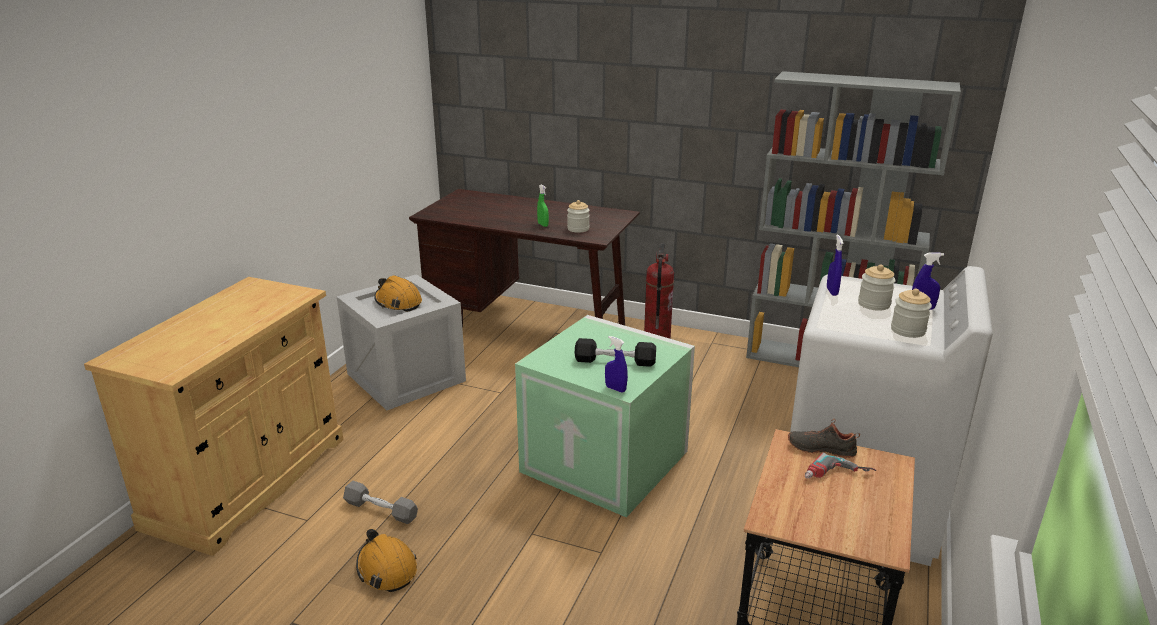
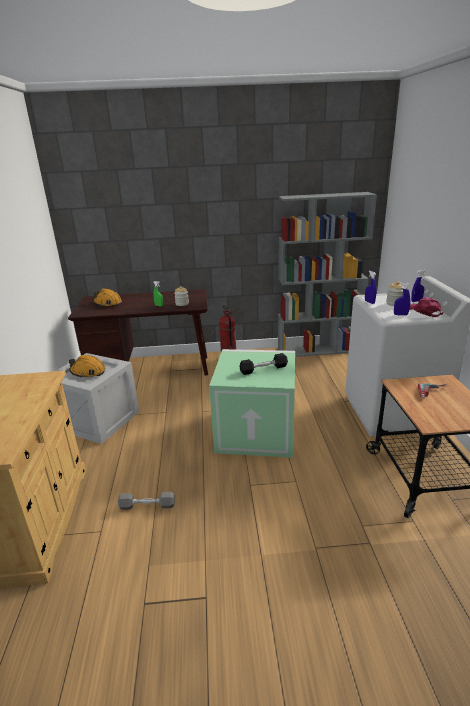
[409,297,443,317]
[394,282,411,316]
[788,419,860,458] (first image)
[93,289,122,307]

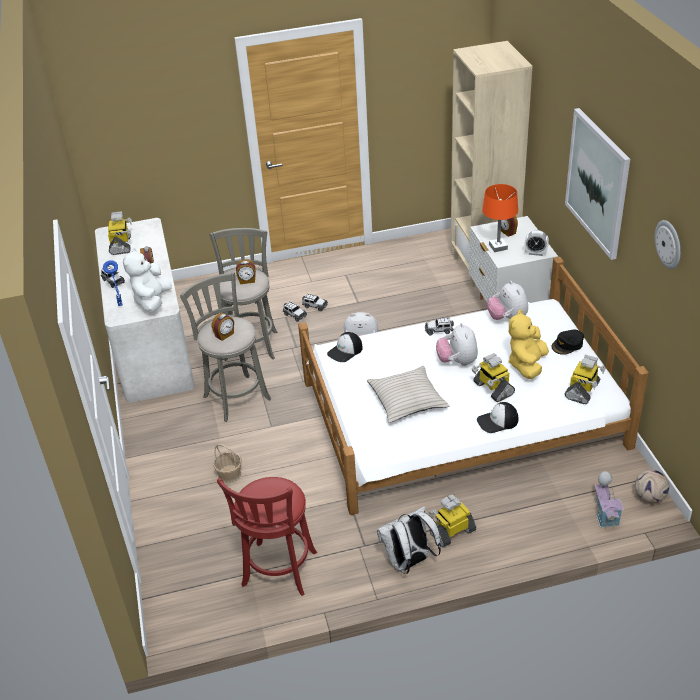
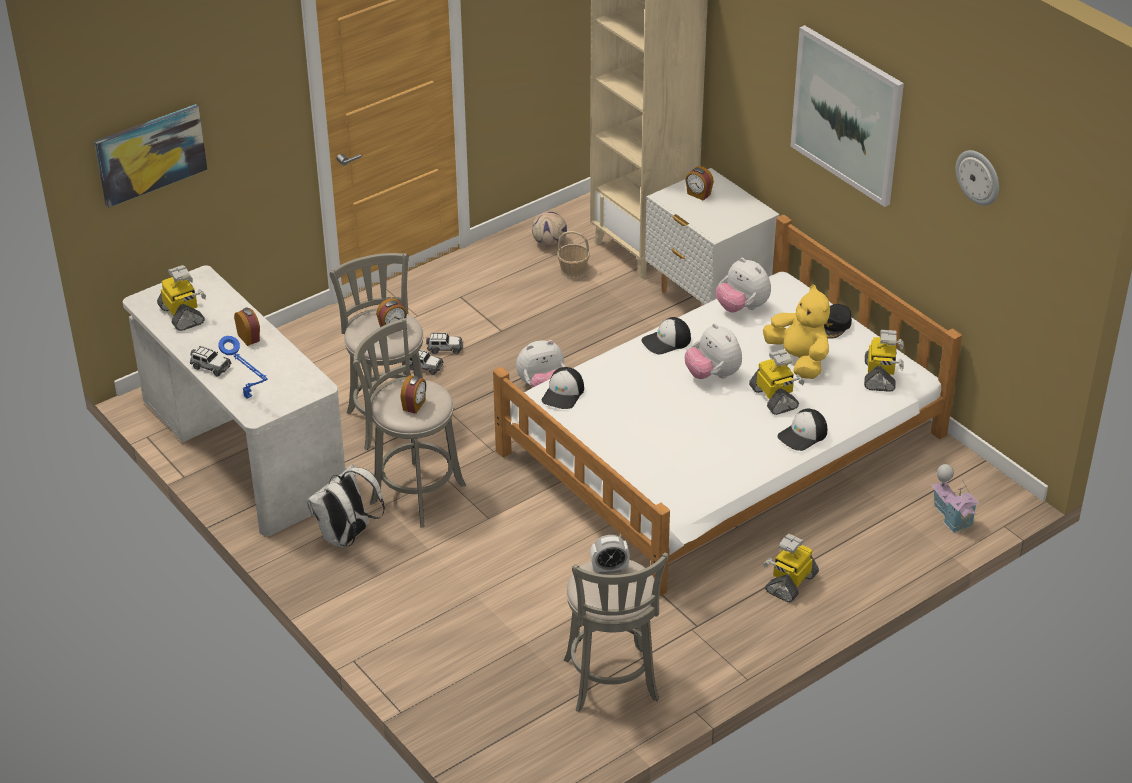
[482,184,518,252] (first image)
[590,535,630,574]
[123,248,172,312] (first image)
[763,285,830,379]
[642,317,691,355]
[749,349,804,415]
[367,366,450,423] (first image)
[557,231,590,279]
[532,212,567,247]
[563,553,669,712]
[307,464,385,548]
[94,104,208,208]

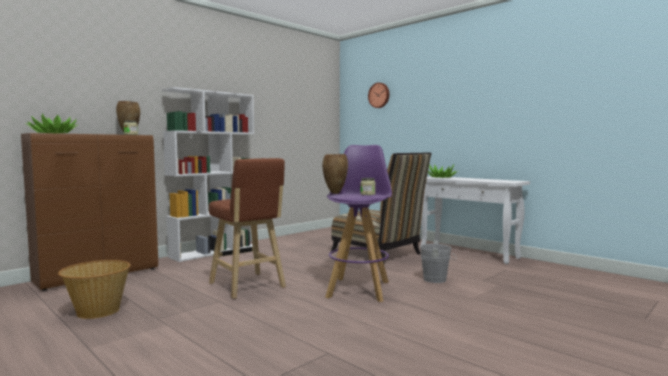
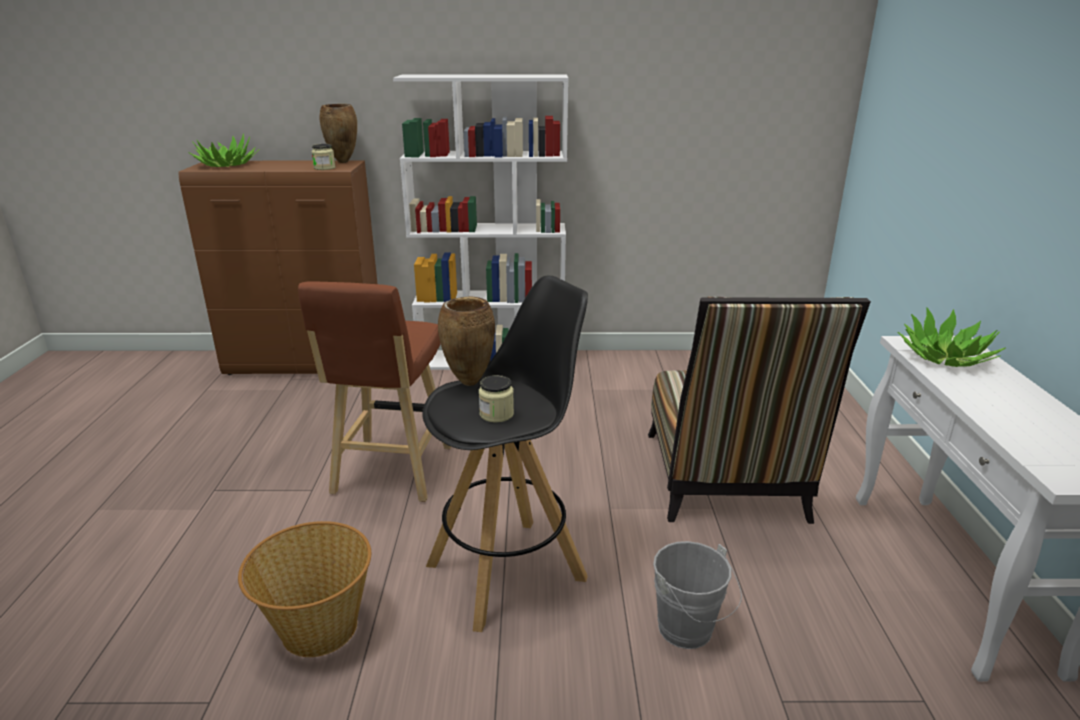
[368,83,389,108] (first image)
[422,276,588,632]
[238,521,371,657]

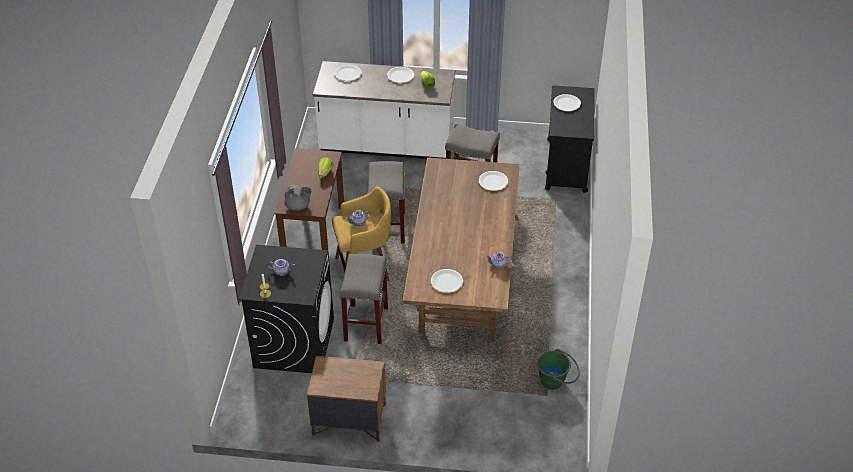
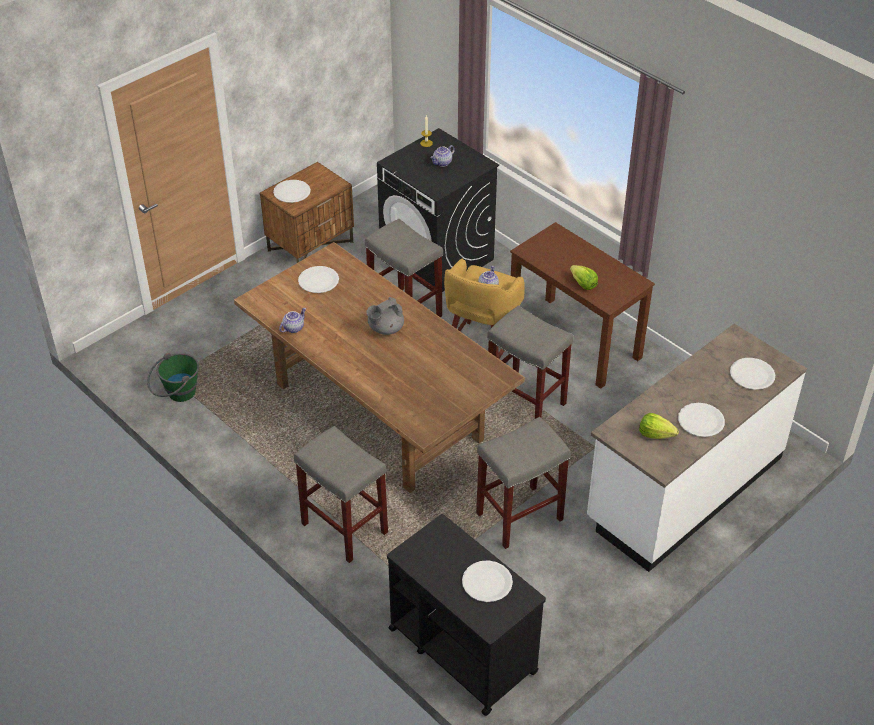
[273,180,311,203]
[366,297,404,335]
[294,426,388,563]

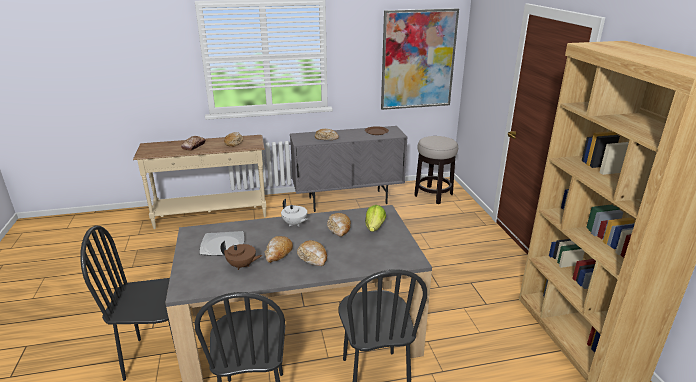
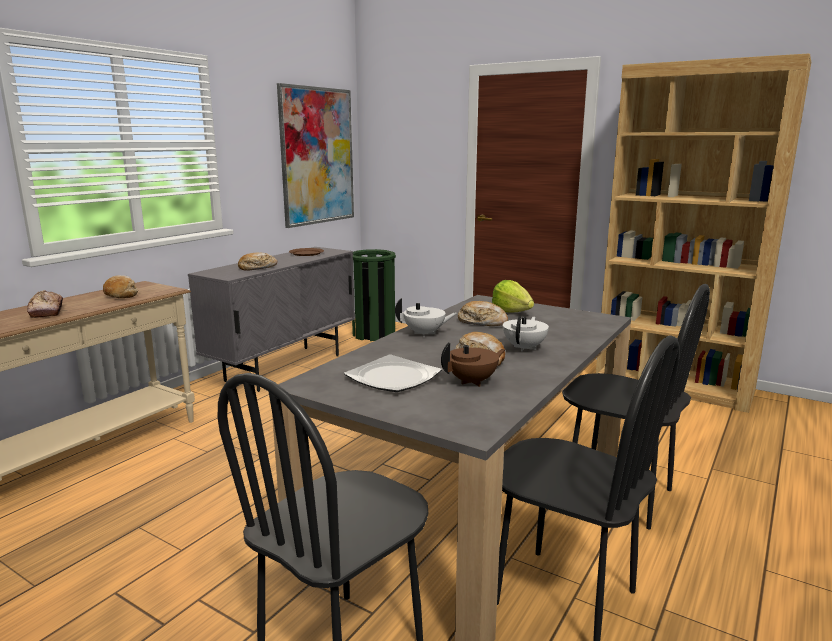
[352,249,396,341]
[503,316,549,351]

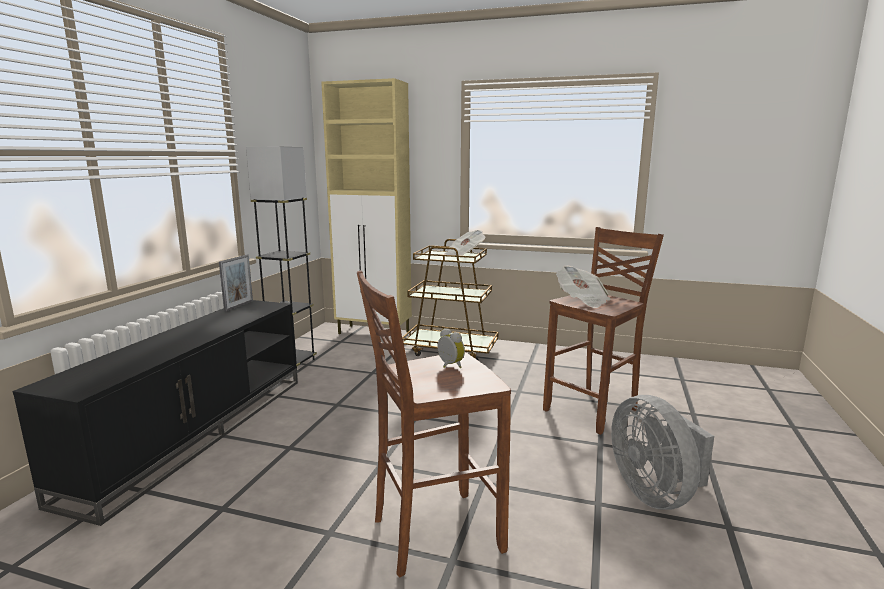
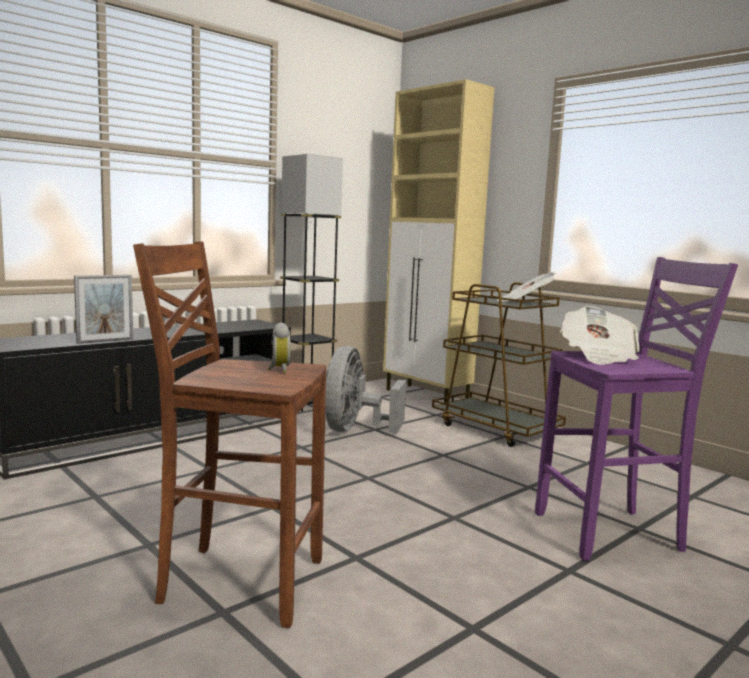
[535,257,738,561]
[74,275,133,344]
[325,346,406,434]

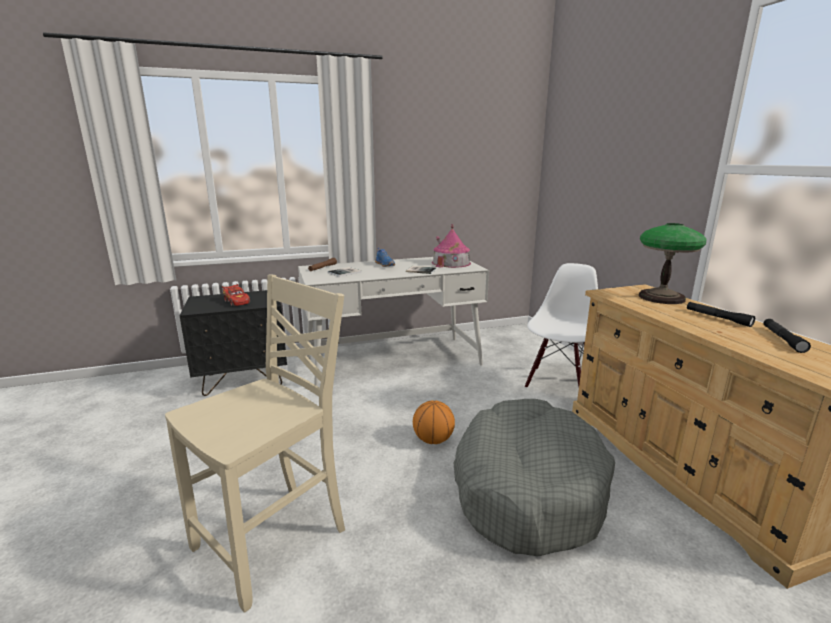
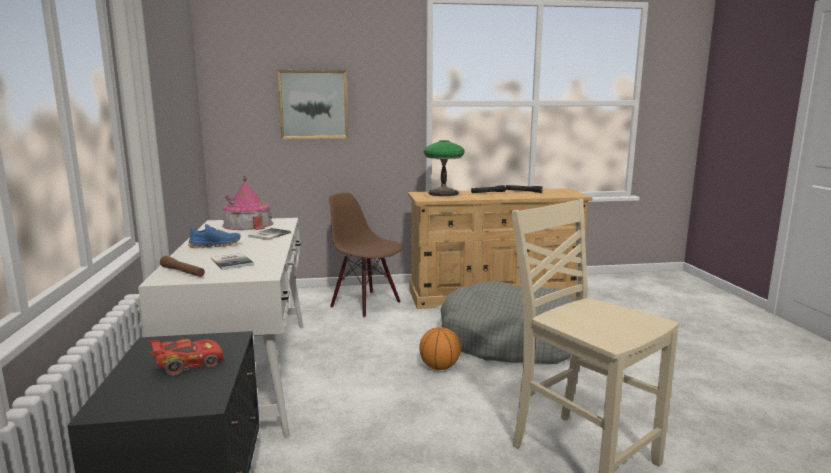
[329,192,403,317]
[278,70,348,139]

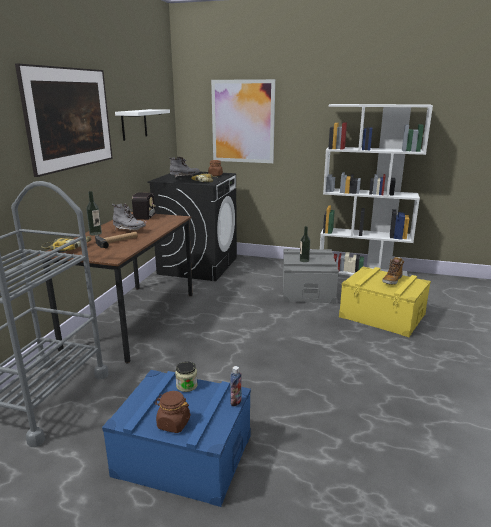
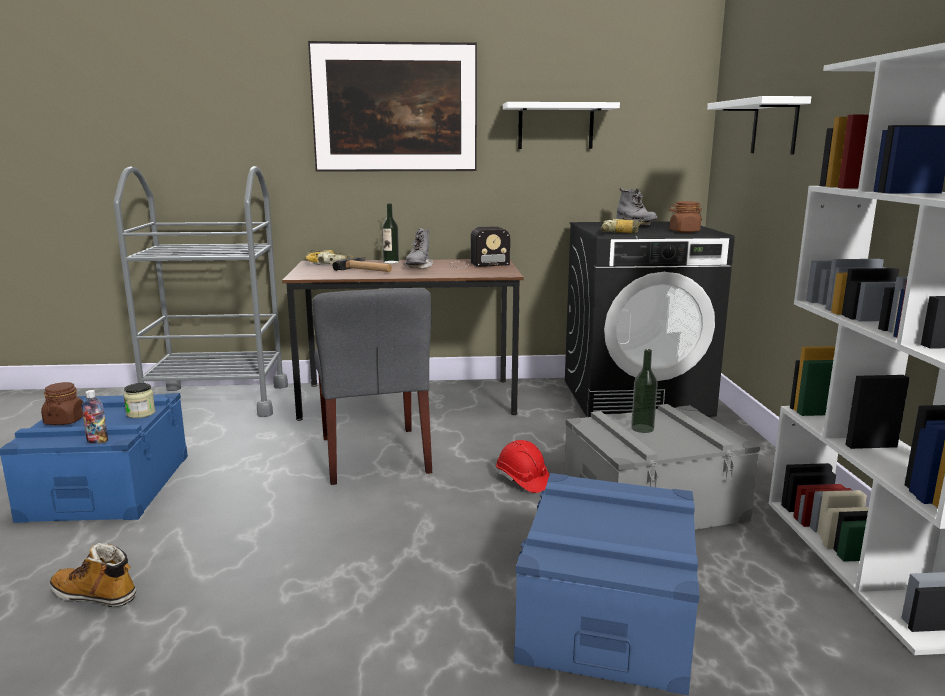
[707,96,811,154]
[49,543,136,607]
[514,473,700,696]
[312,288,432,485]
[496,440,549,493]

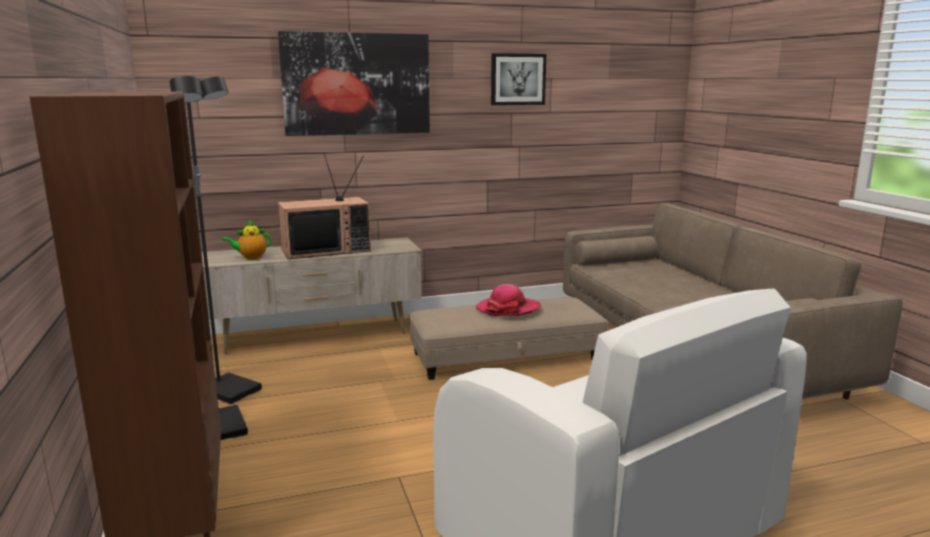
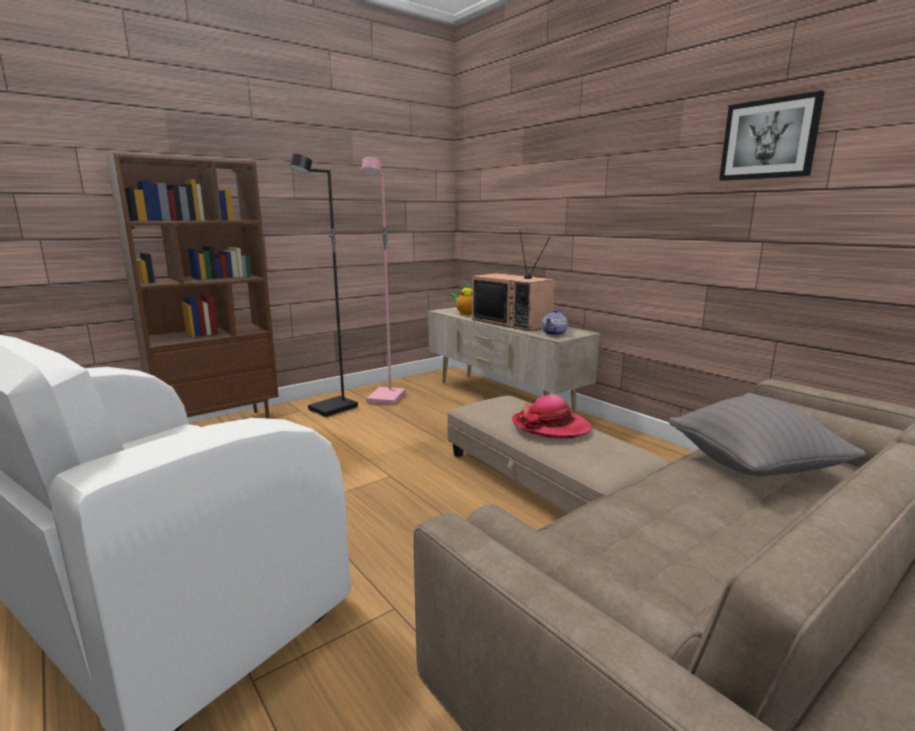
[278,31,430,136] (first image)
[362,157,406,405]
[542,309,568,336]
[669,395,866,476]

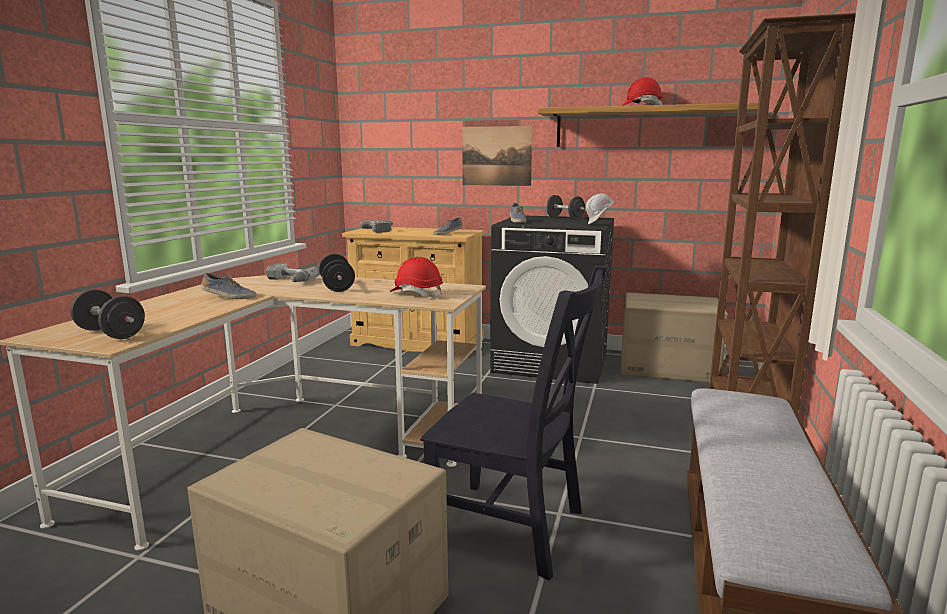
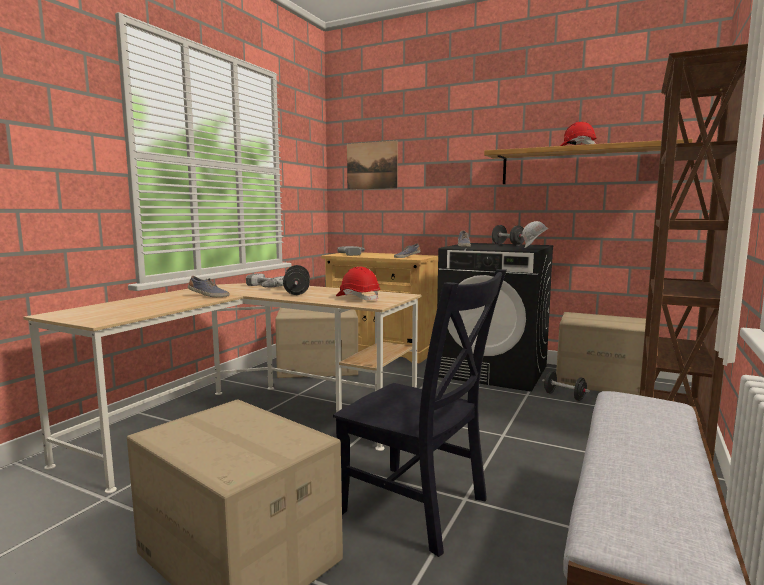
[347,140,398,190]
[542,371,590,401]
[275,308,358,378]

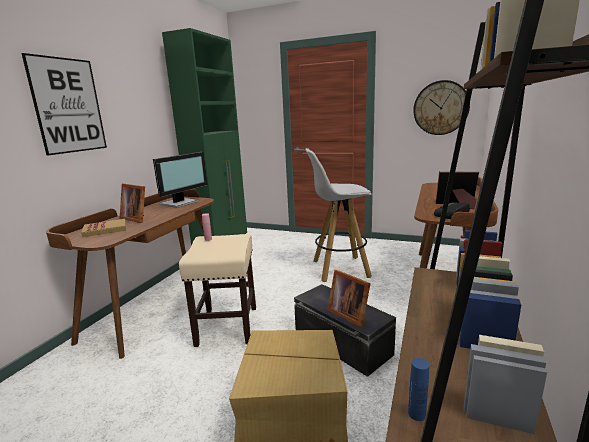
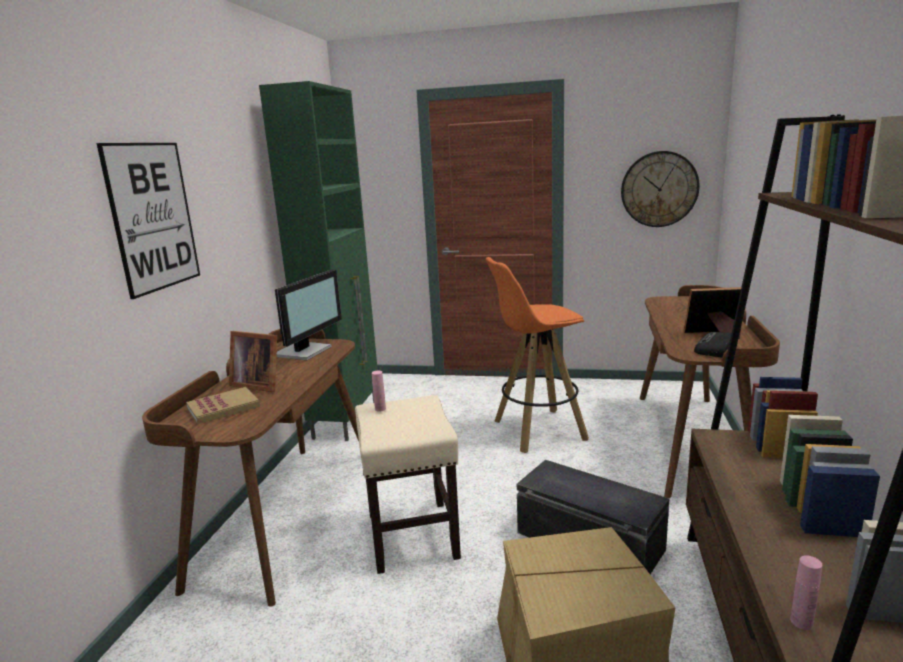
[486,257,589,453]
[327,270,371,327] (first image)
[790,555,822,630]

